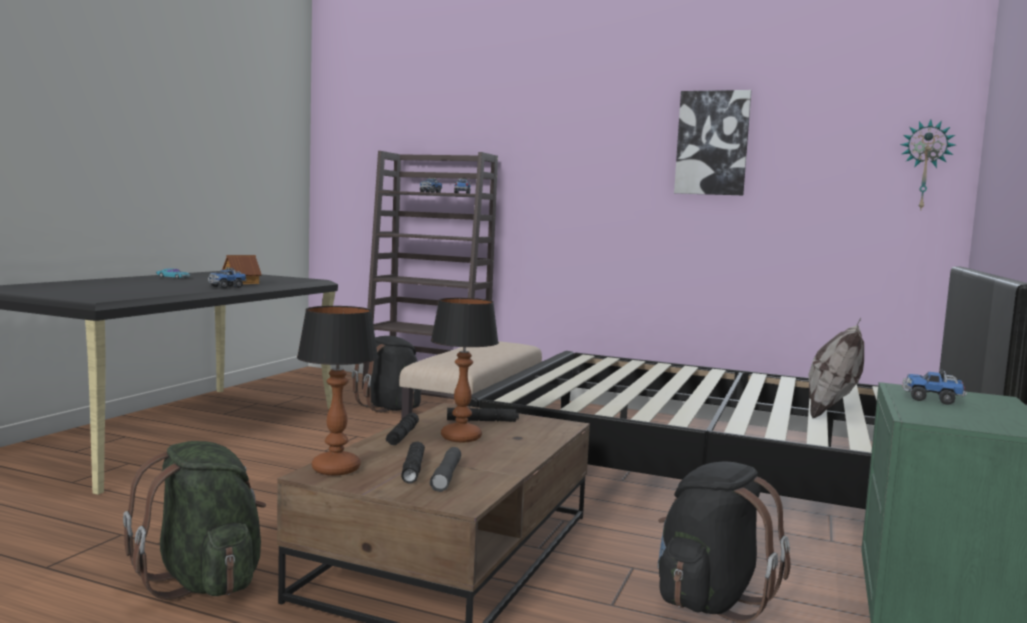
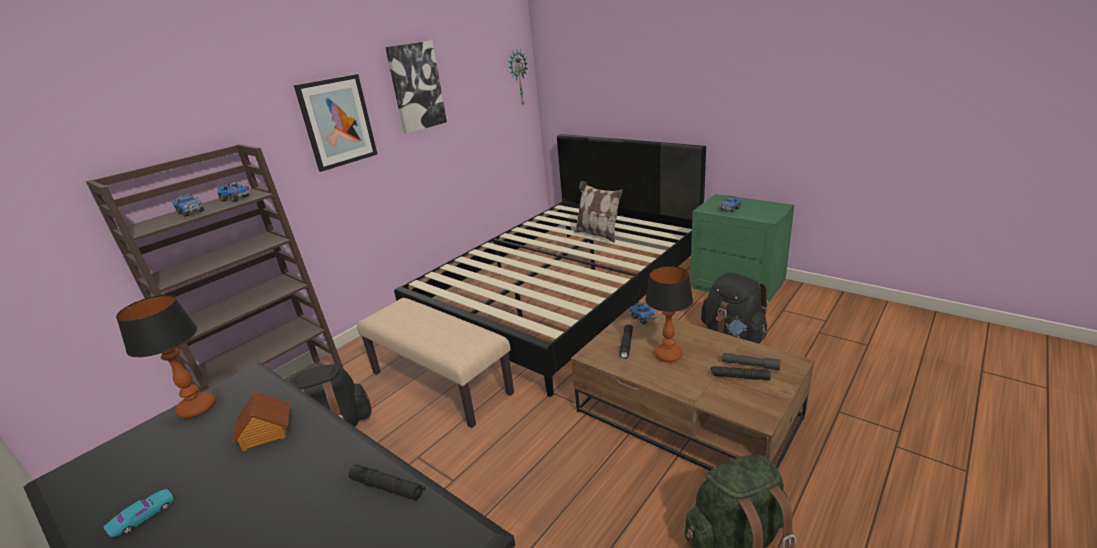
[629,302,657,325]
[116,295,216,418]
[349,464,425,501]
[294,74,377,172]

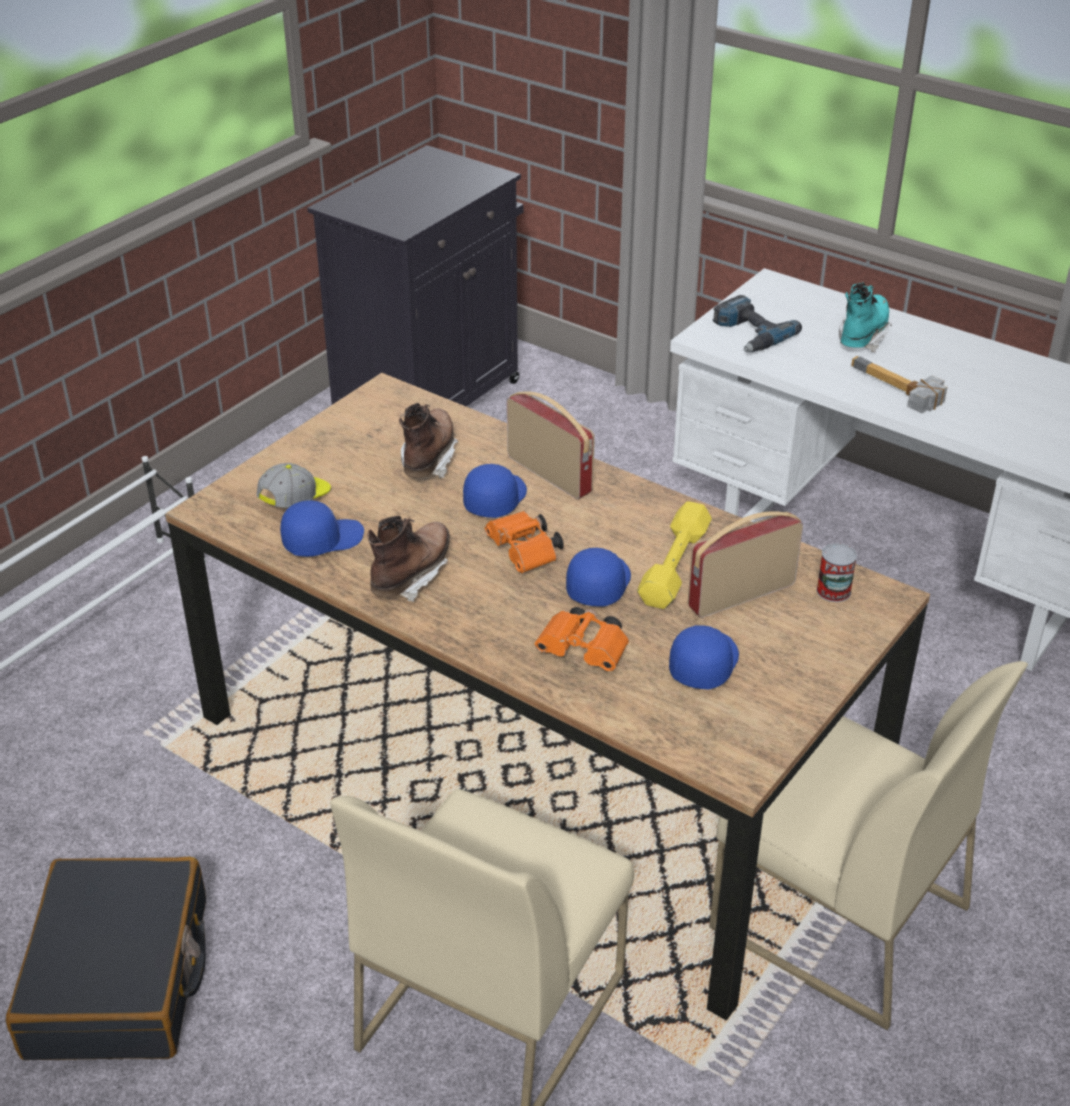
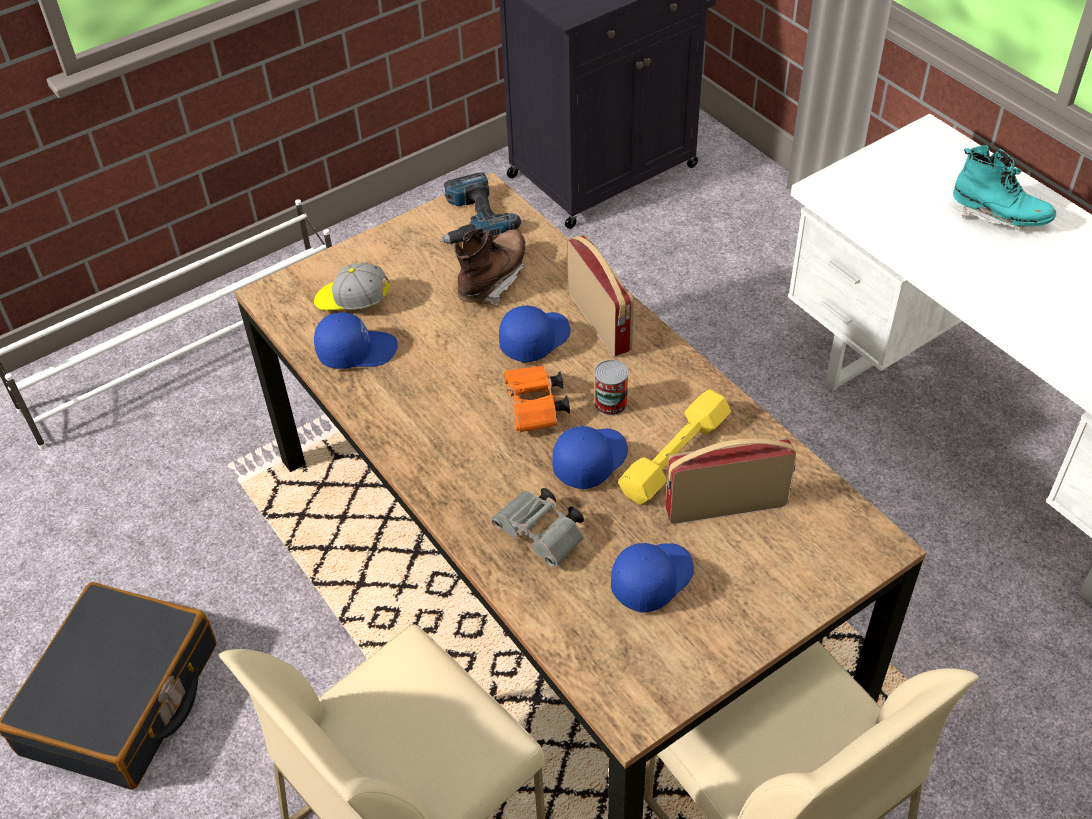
[953,145,1056,230]
[440,172,521,244]
[851,356,947,414] (first image)
[314,263,390,311]
[367,515,450,602] (first image)
[594,359,629,416]
[492,488,584,567]

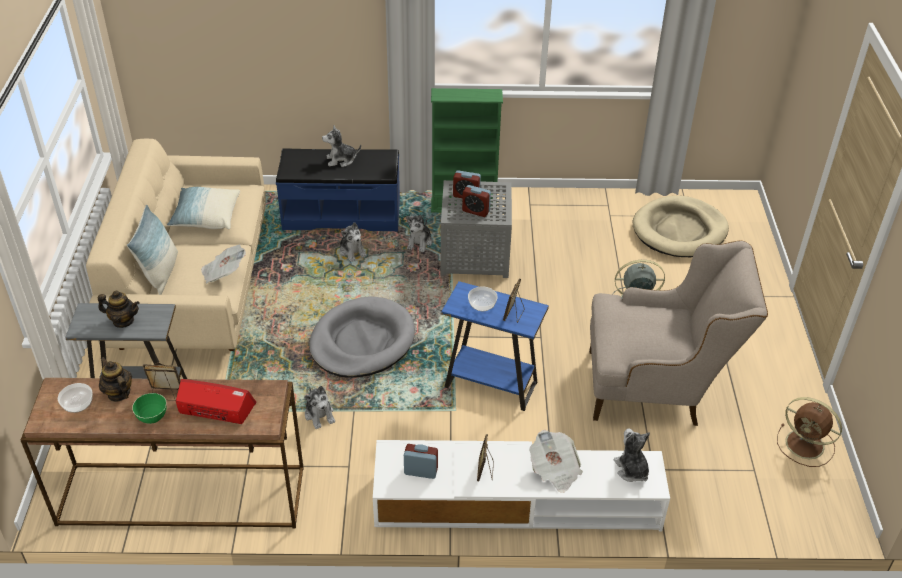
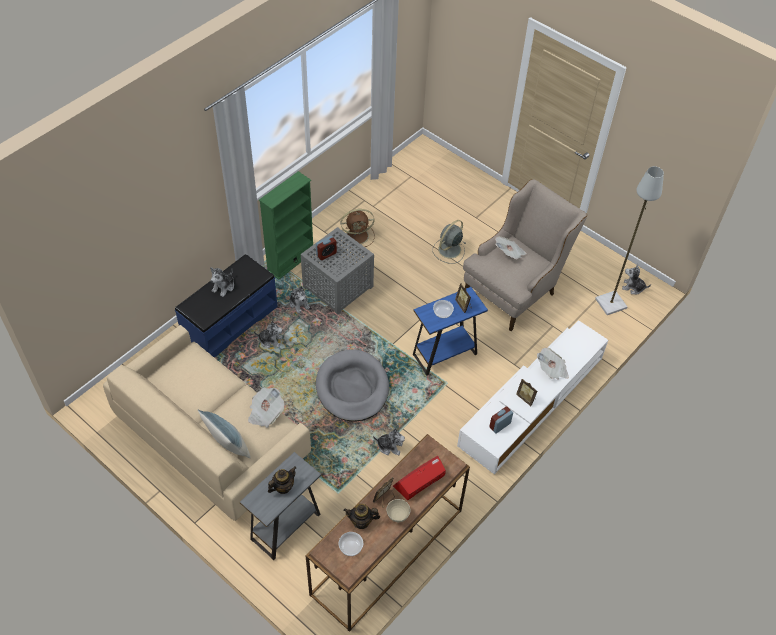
[462,185,491,217] (first image)
[167,187,240,229] (first image)
[633,196,729,257] (first image)
[387,499,410,522]
[341,209,375,247]
[622,264,651,294]
[595,166,664,315]
[495,236,527,260]

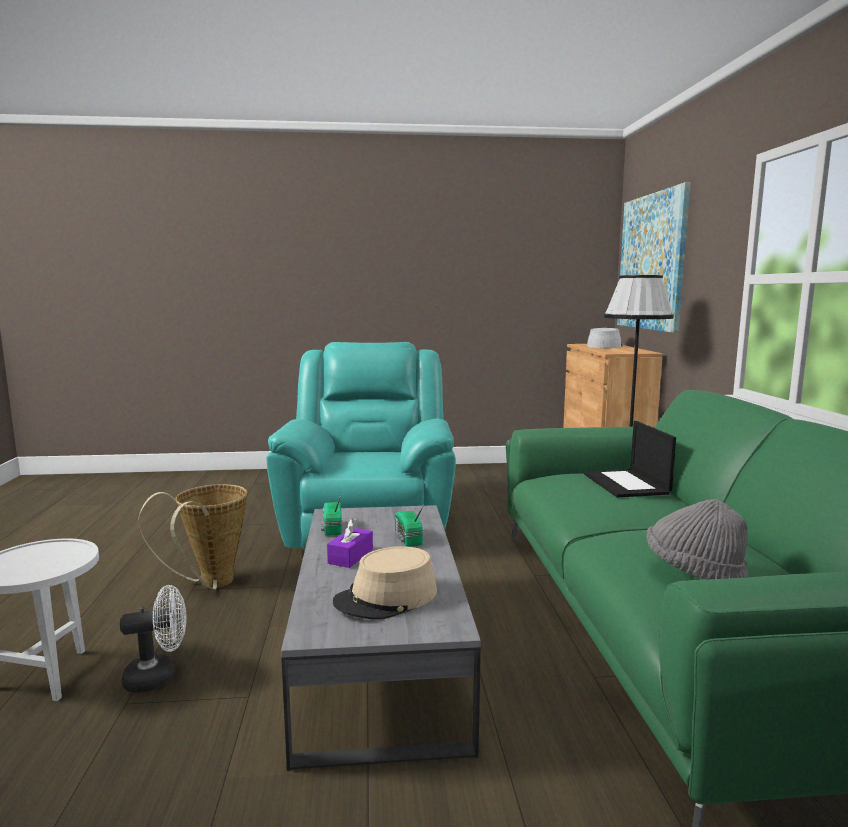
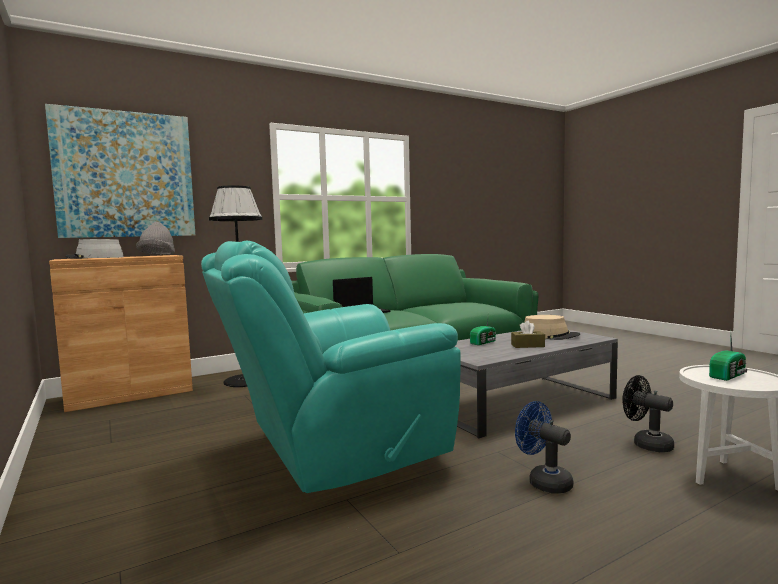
[515,401,573,494]
[709,330,747,381]
[136,222,175,255]
[511,321,545,348]
[622,375,674,452]

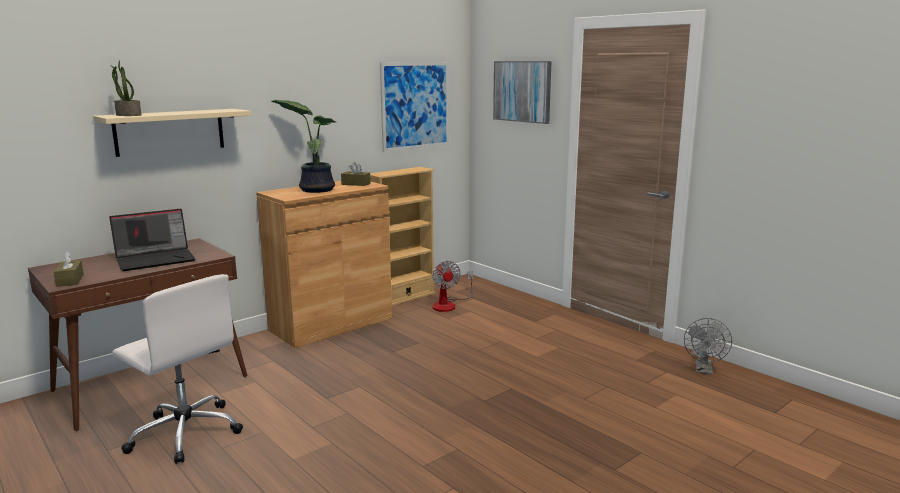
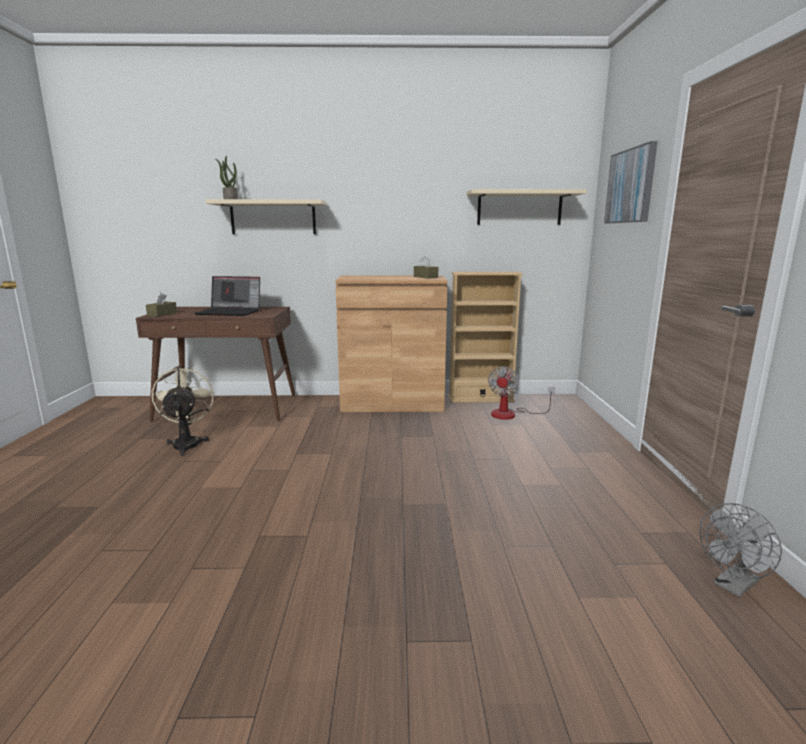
[467,189,587,225]
[271,100,336,193] (first image)
[152,367,215,456]

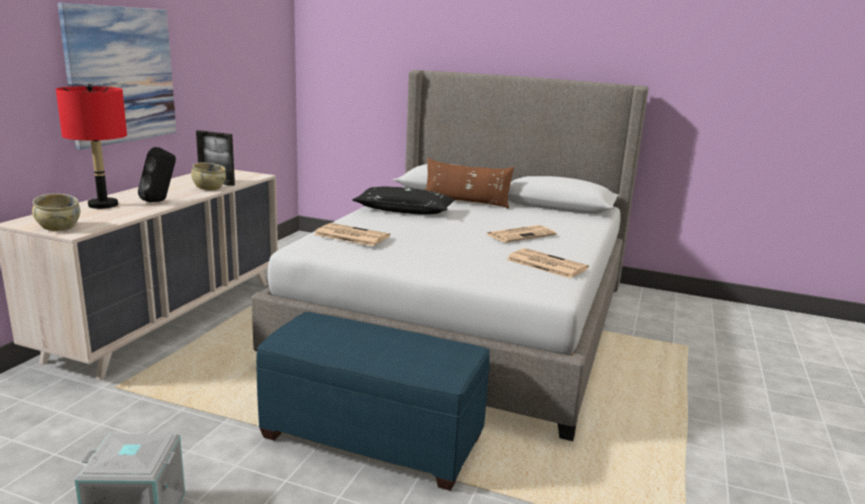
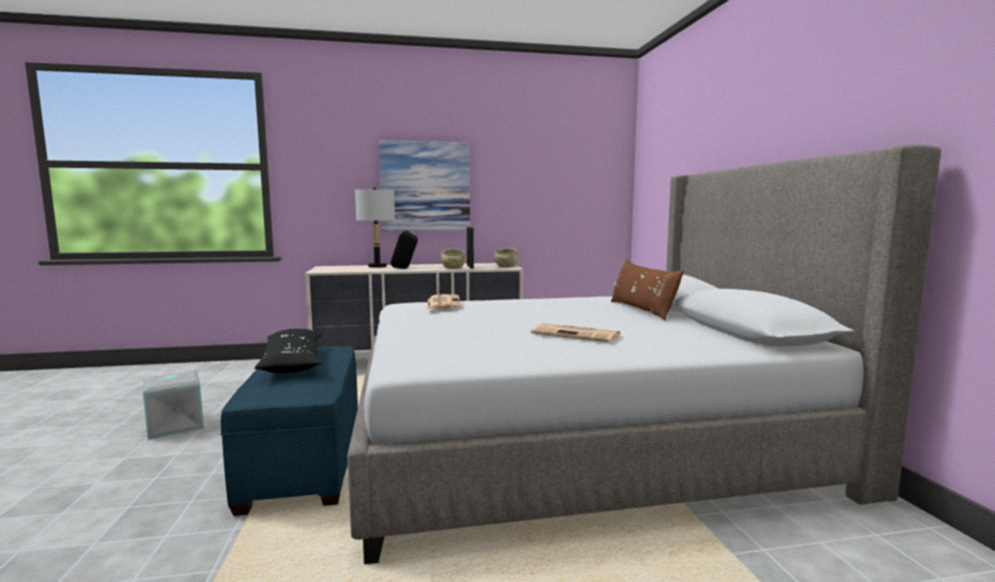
[355,187,395,268]
[254,329,323,373]
[494,248,519,268]
[507,248,589,278] (first image)

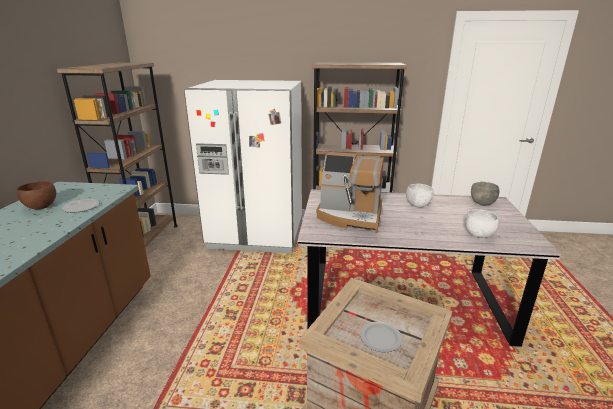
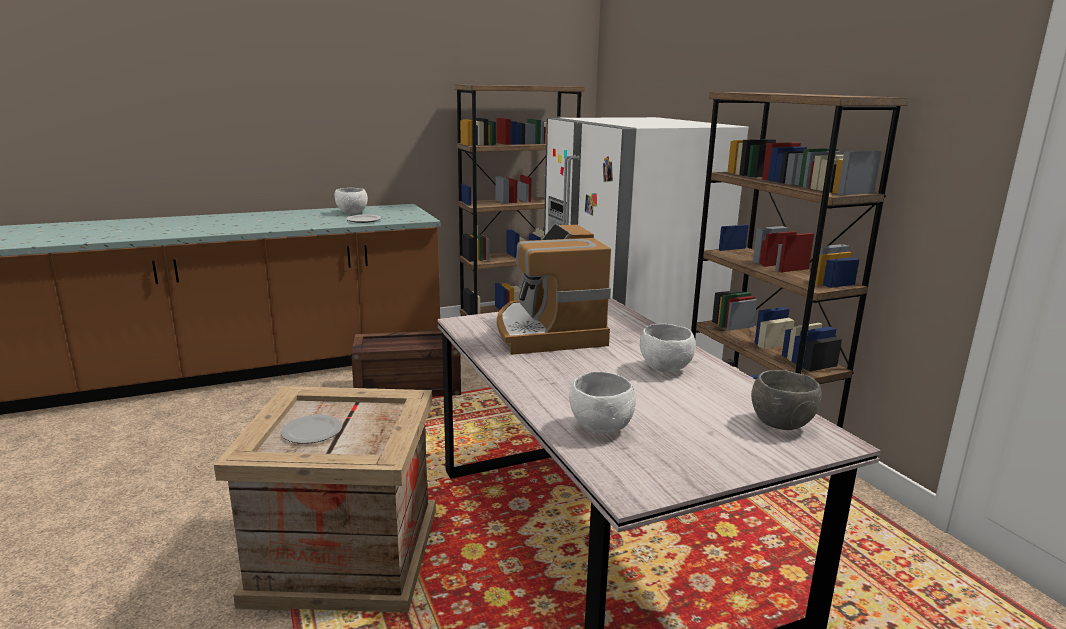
[334,188,368,214]
[351,331,461,397]

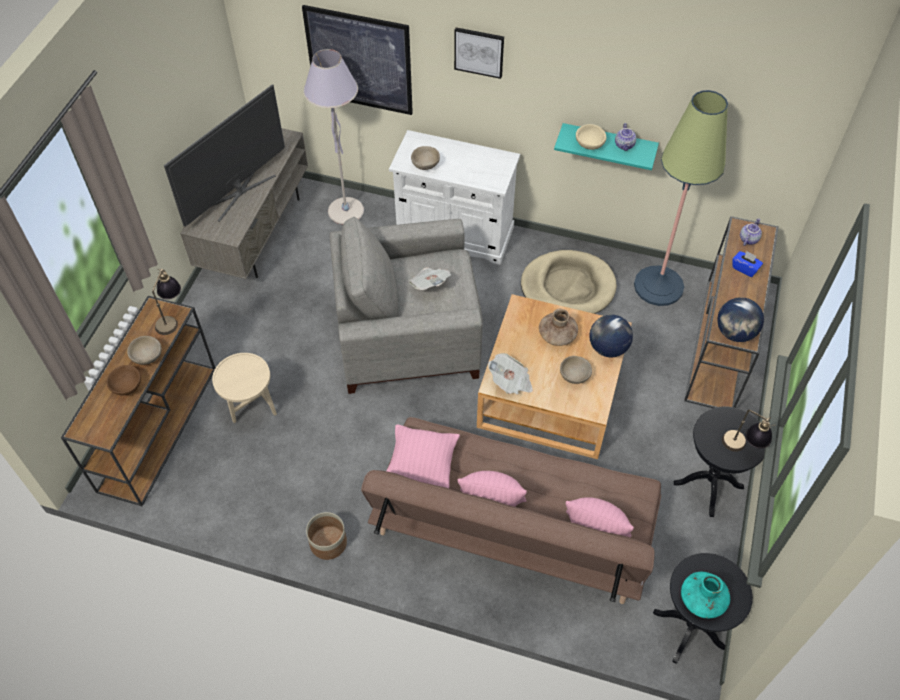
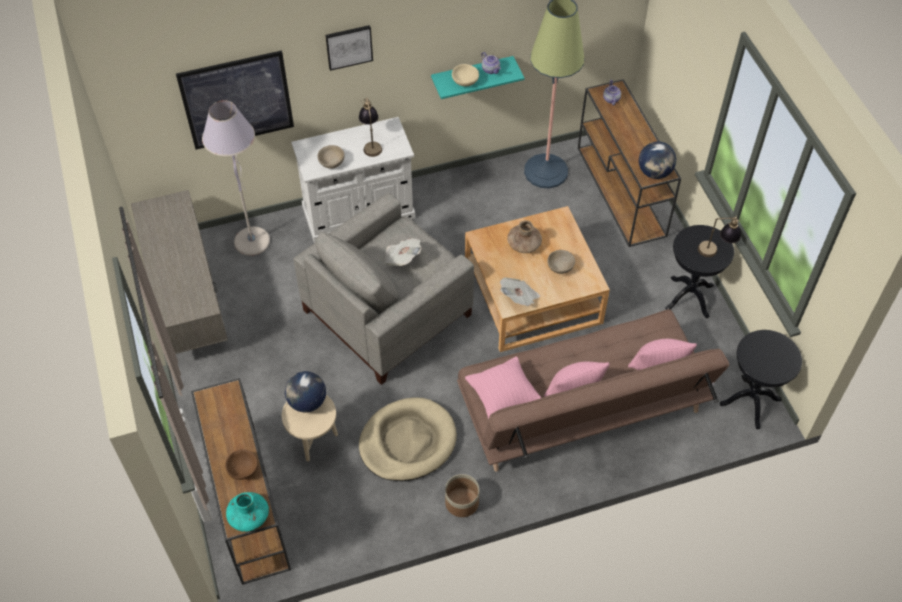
[164,84,285,227] (first image)
[359,397,457,481]
[732,251,763,277] (first image)
[359,98,382,157]
[285,371,326,413]
[127,336,162,365] (first image)
[226,492,269,532]

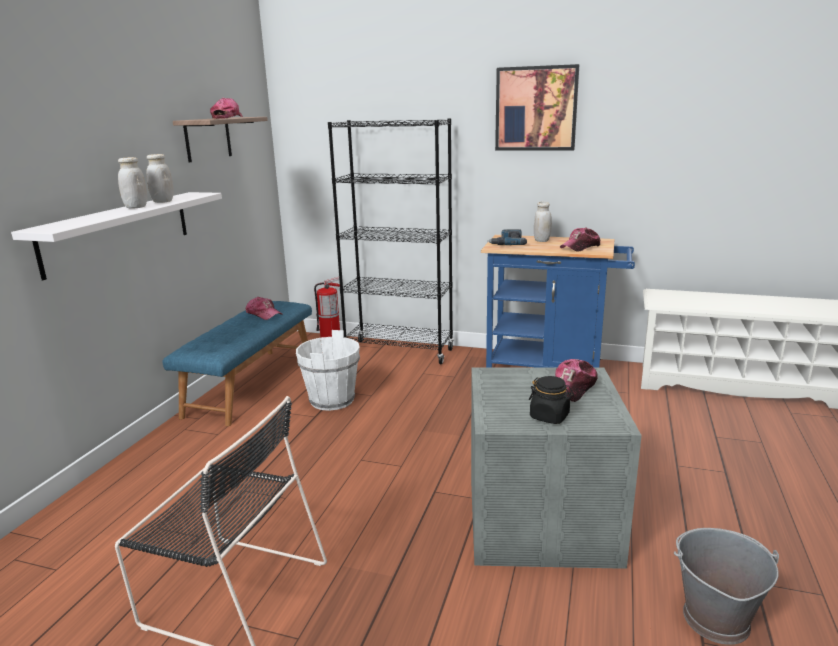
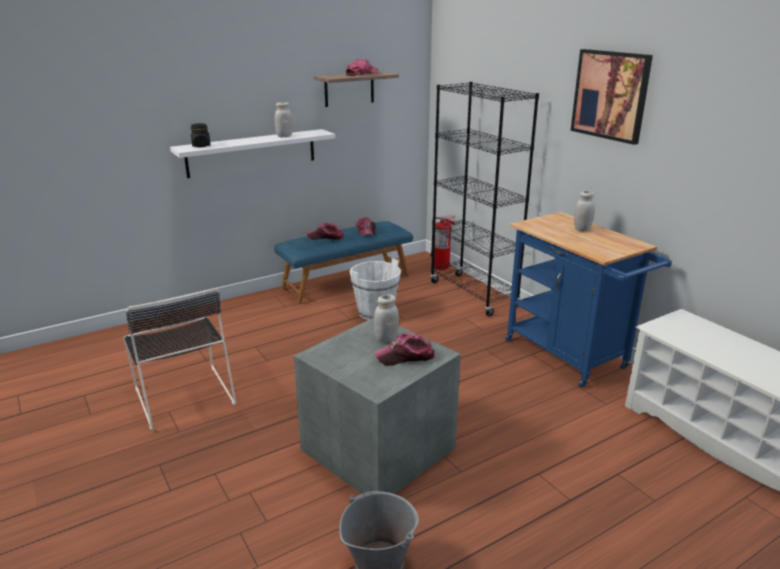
[374,295,399,343]
[307,223,344,240]
[488,229,527,245] (first image)
[191,123,211,147]

